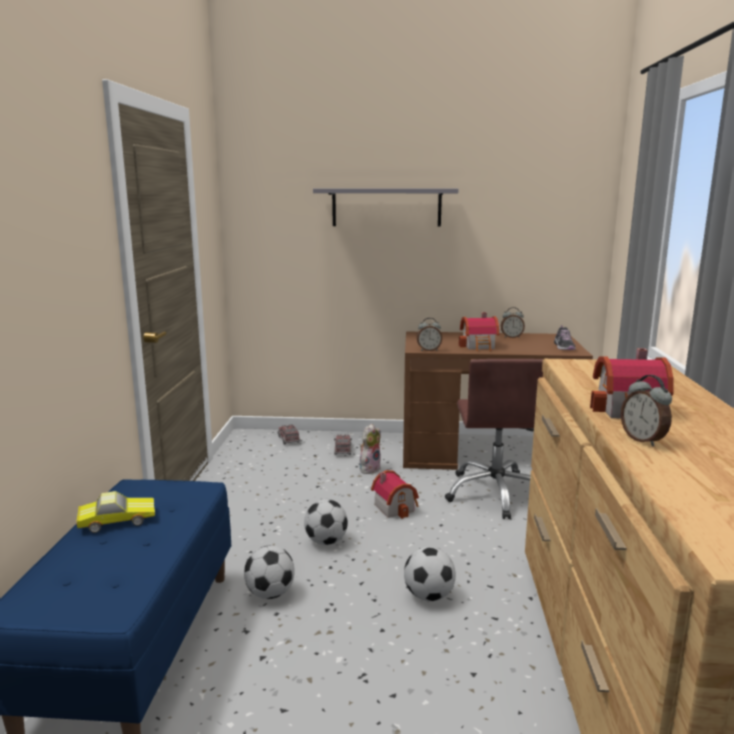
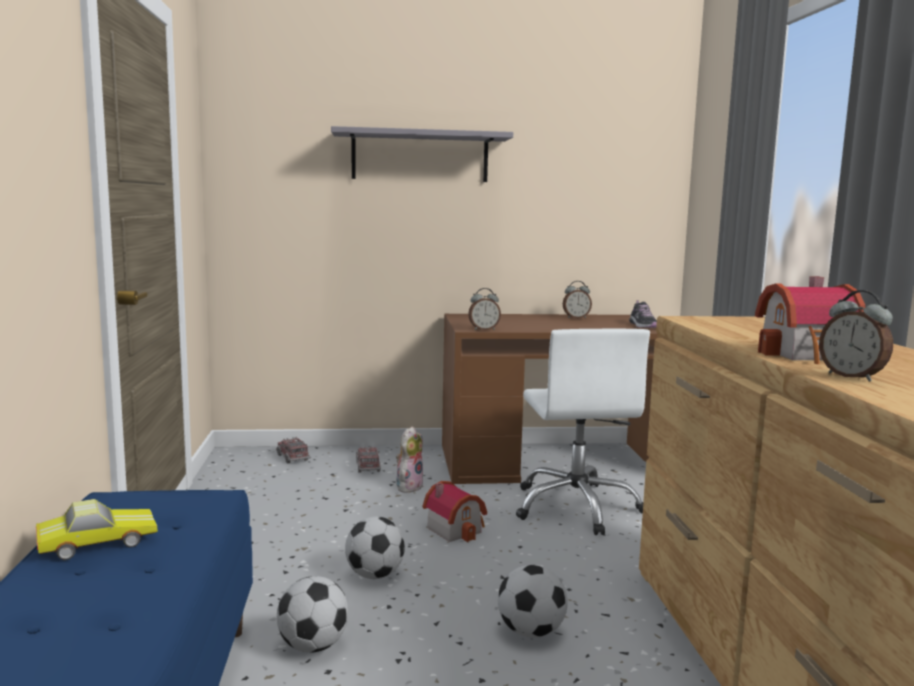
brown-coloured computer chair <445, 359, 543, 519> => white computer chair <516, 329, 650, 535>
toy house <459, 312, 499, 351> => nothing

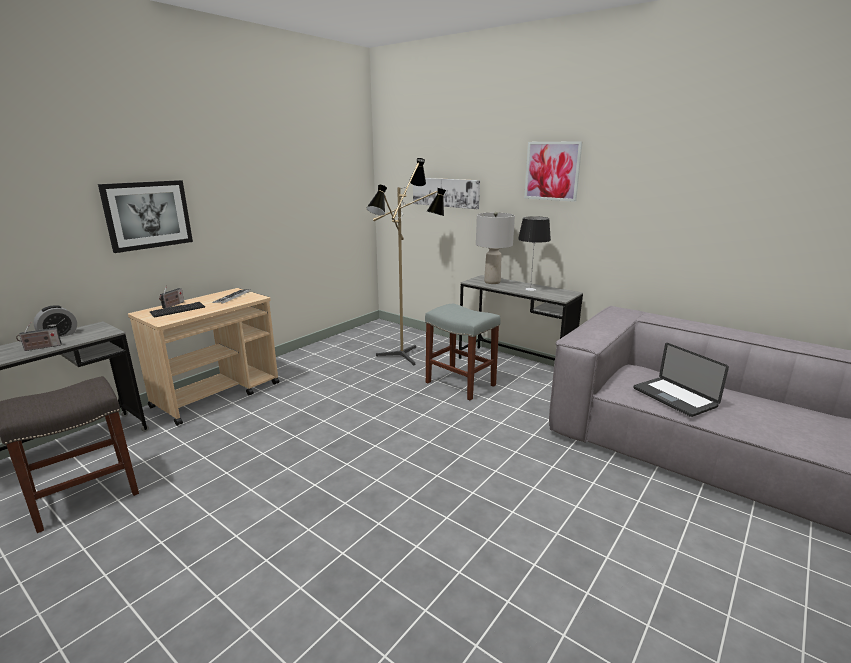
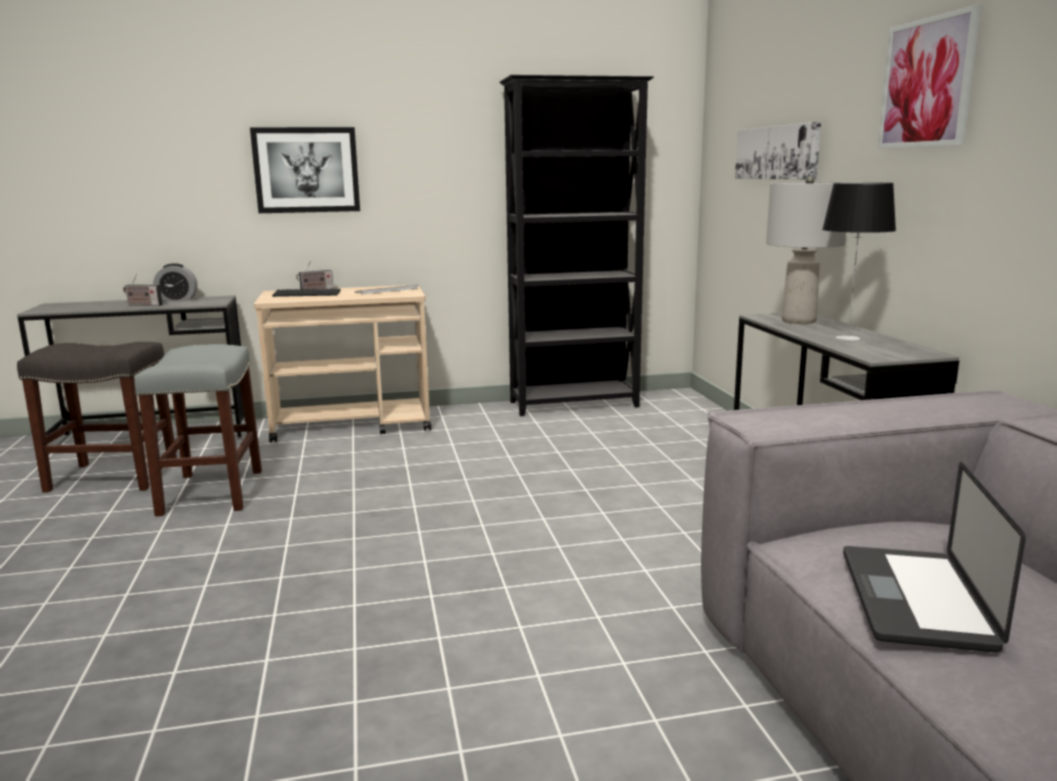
standing lamp <366, 158, 446, 366> => nothing
greyish stool seat <425, 304, 501, 400> => greyish stool seat <134, 344, 262, 516>, relocated
nothing => black bookshelf <499, 75, 654, 416>

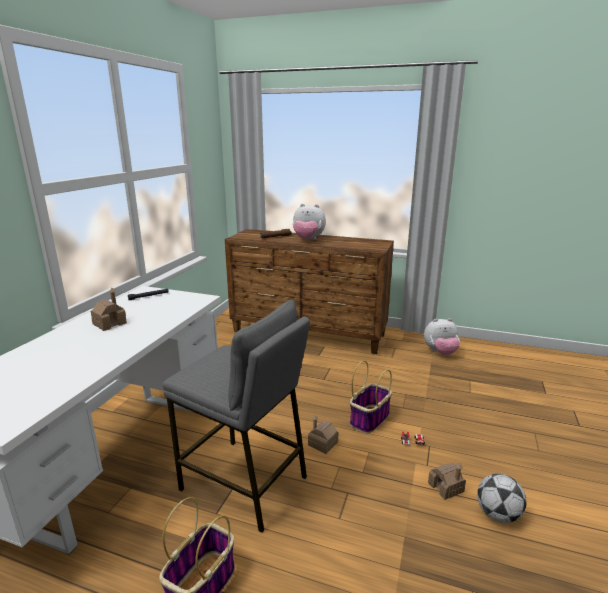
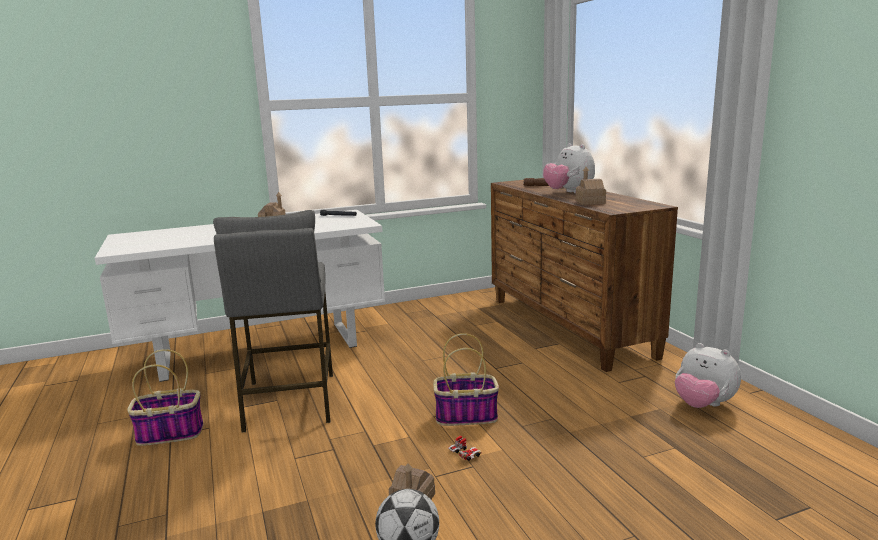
toy house <308, 415, 338, 454> => toy house <575, 167, 606, 205>, relocated

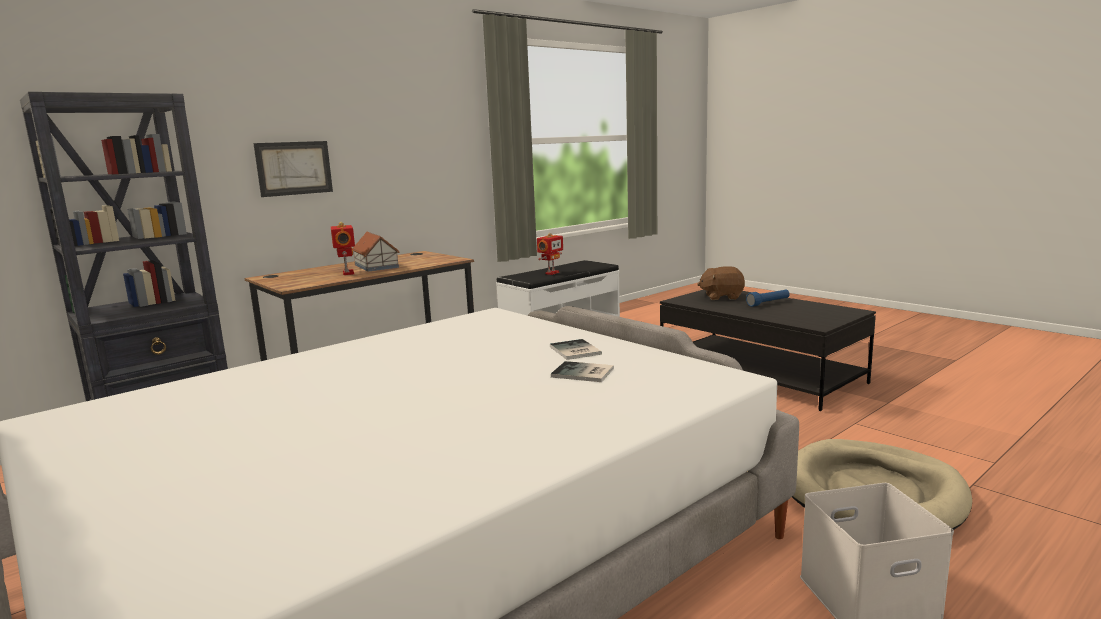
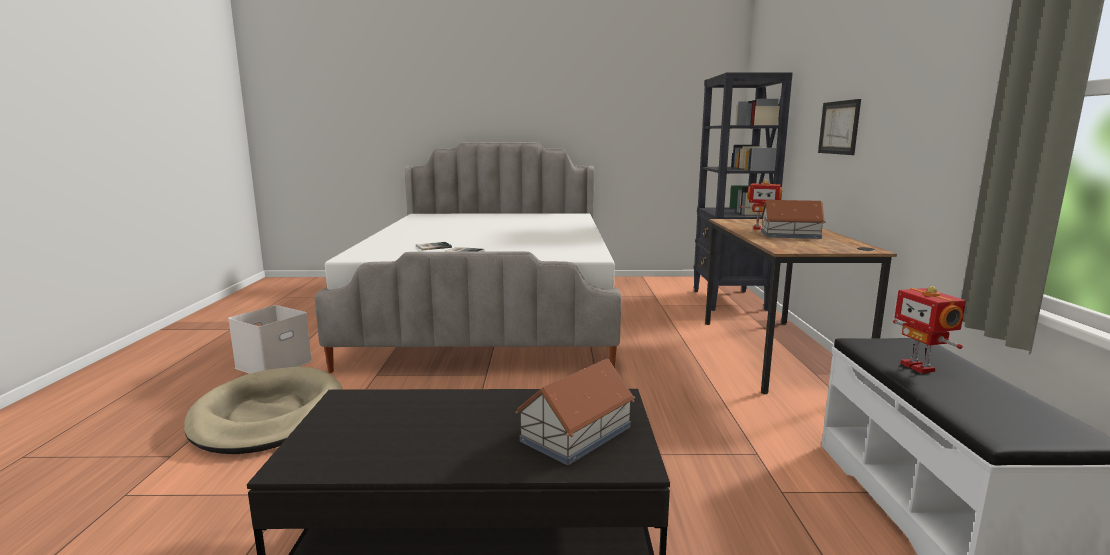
brown-coloured cuddly toy <697, 266, 745, 300> => toy house <515, 359, 635, 465>
blue hand torch <746, 290, 790, 307> => nothing

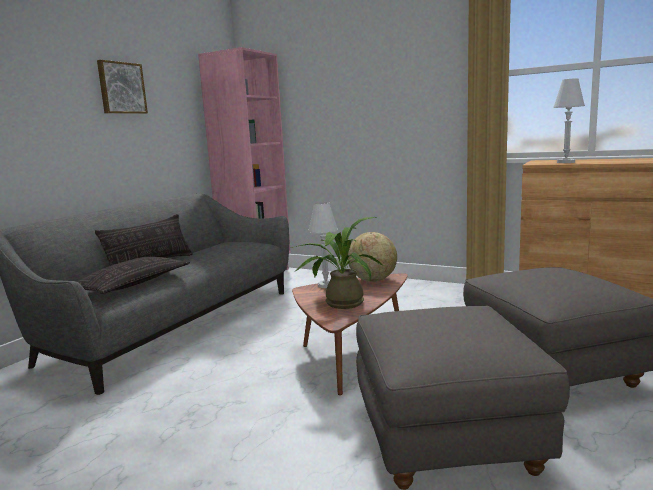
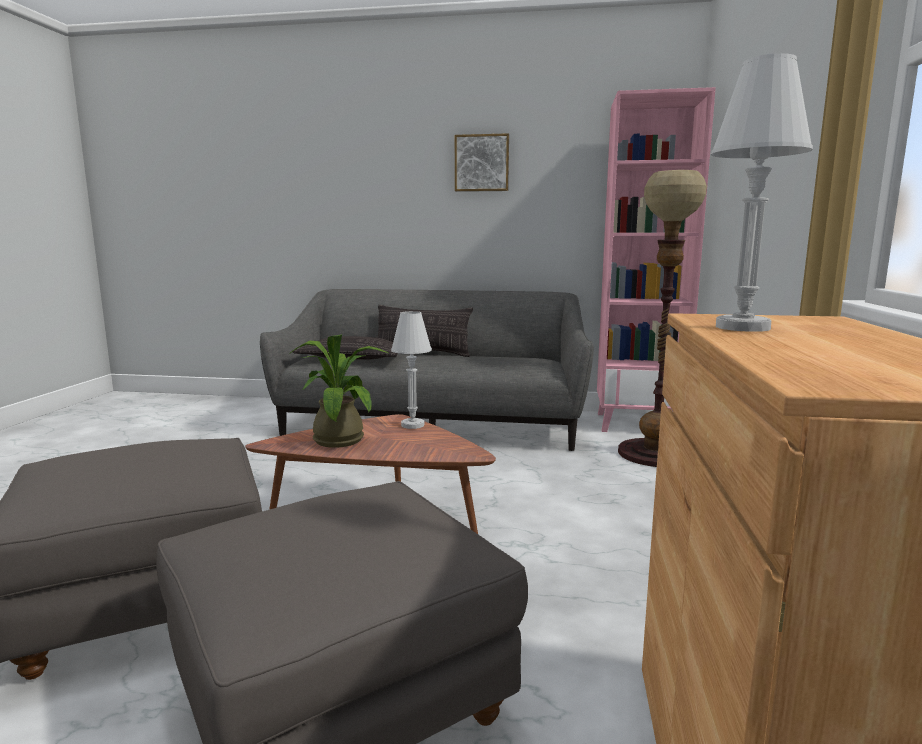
world globe <347, 232, 397, 282> => nothing
nothing => standing lamp <618, 170, 707, 467>

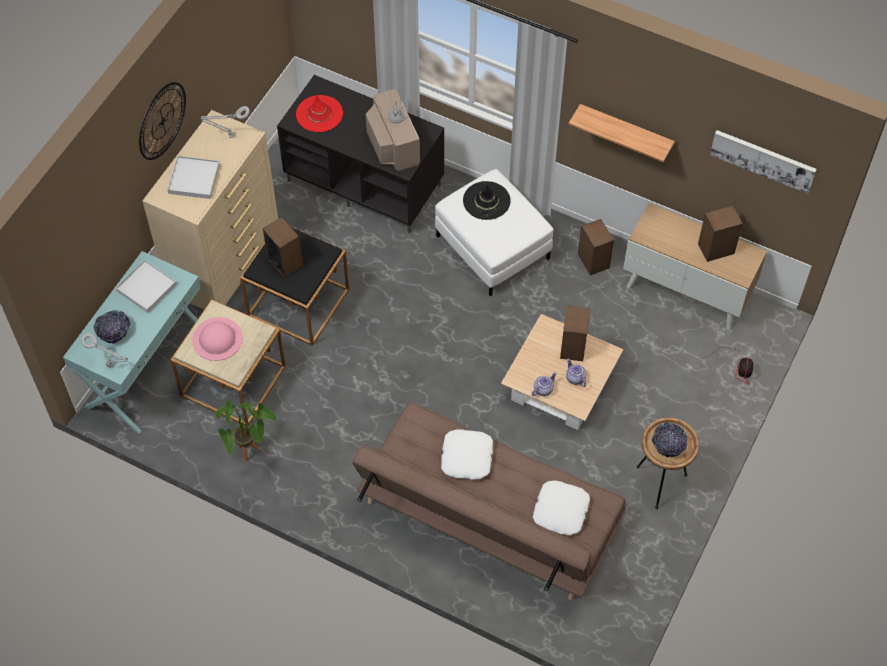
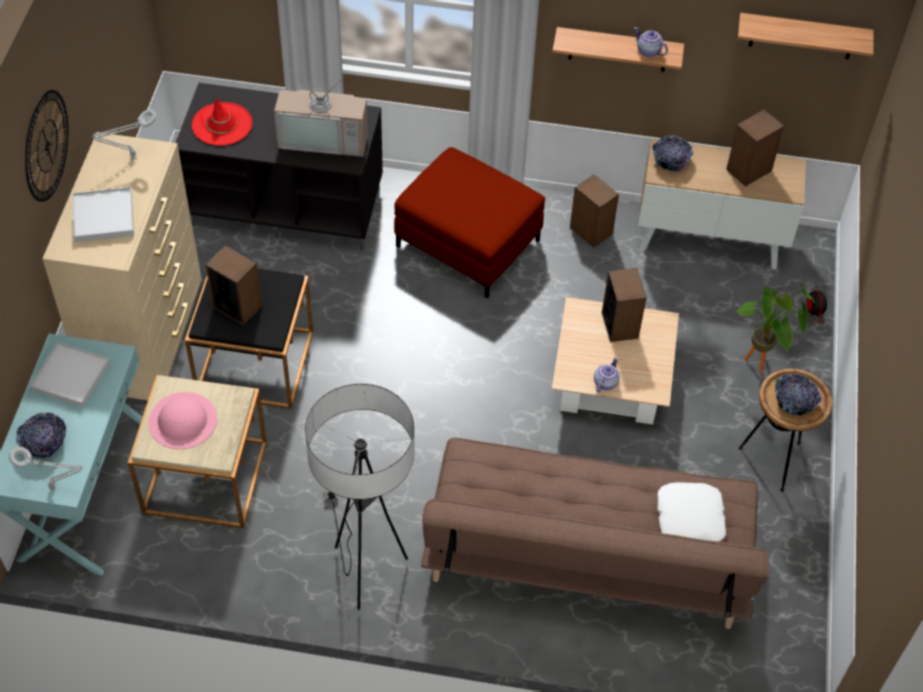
potted plant <215, 400, 277, 462> => potted plant <736, 283, 815, 373>, relocated
television <366, 78, 420, 171> => television <274, 68, 368, 157>, 135 degrees clockwise
white footrest <435, 169, 554, 296> => red-coloured footrest <394, 147, 545, 298>
white pillow <441, 430, 493, 480> => nothing
black hat <463, 181, 511, 220> => nothing
tea pot <566, 358, 586, 387> => tea pot <634, 27, 668, 57>, relocated
wall art <710, 130, 817, 194> => bracket shelf <738, 13, 874, 59>
nothing => standing lamp <305, 384, 414, 610>
nothing => serving bowl <652, 135, 693, 171>

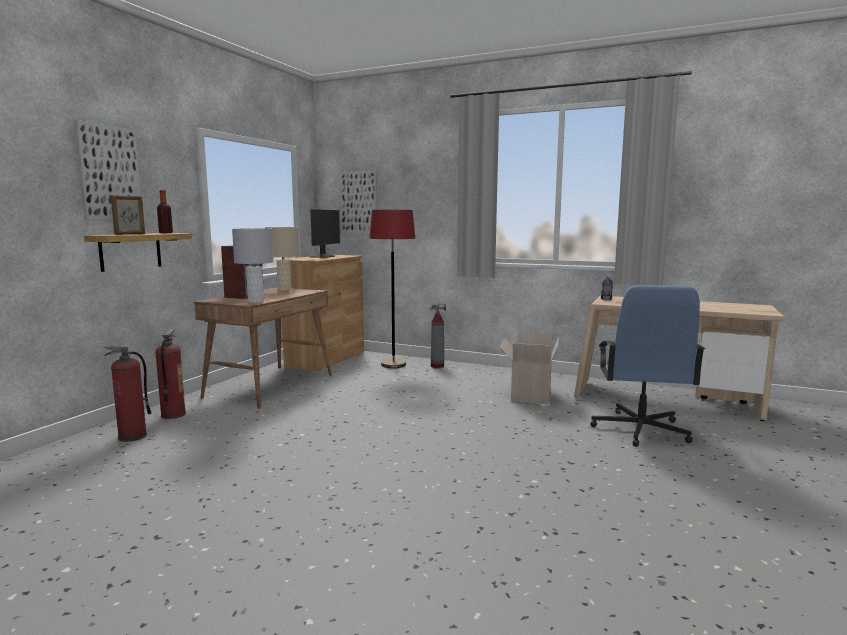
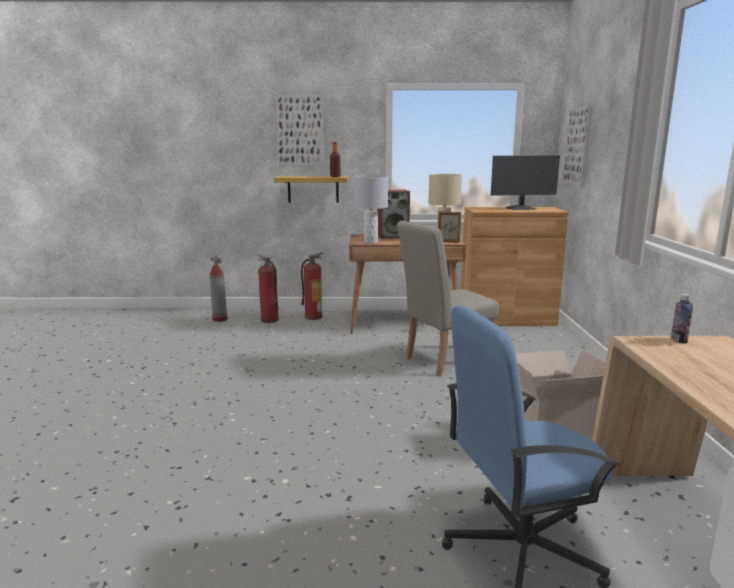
standing frame <111, 195, 145, 235> => standing frame <438, 211, 461, 243>, relocated
red-coloured standing lamp <369, 210, 415, 368> => nothing
fire extinguisher <430, 304, 446, 368> => fire extinguisher <210, 255, 227, 322>, relocated
nothing => sand-coloured chair <397, 221, 499, 377>

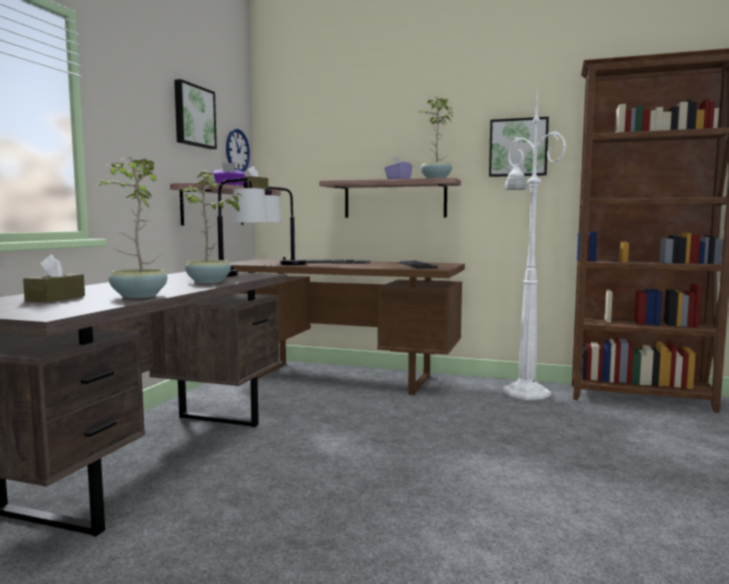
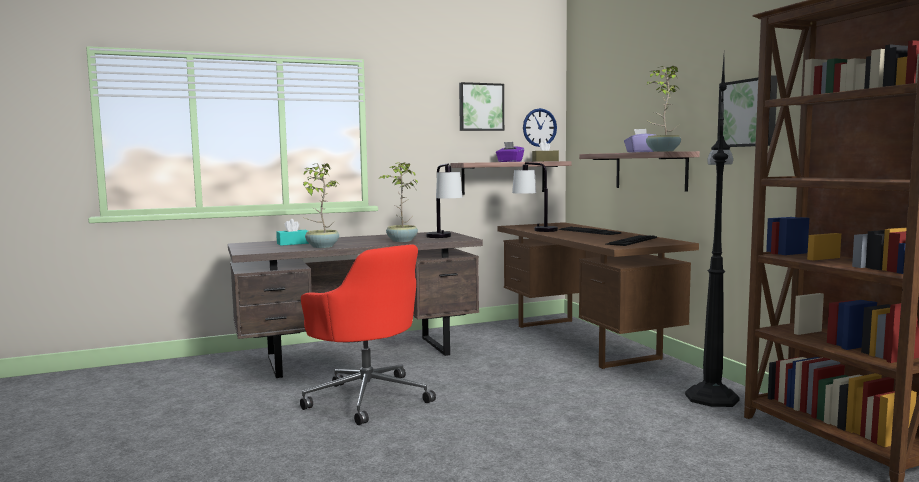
brown-coloured box of tissues <23, 254, 85, 302> => blue-green box of tissues <276, 219, 309, 246>
white standing lamp <503, 87, 566, 400> => black standing lamp <685, 57, 739, 407>
nothing => red-coloured computer chair <300, 244, 436, 425>

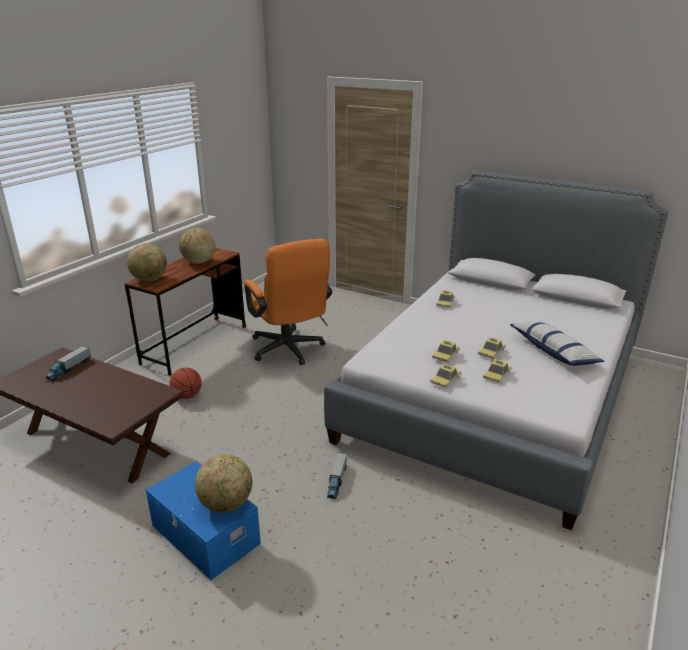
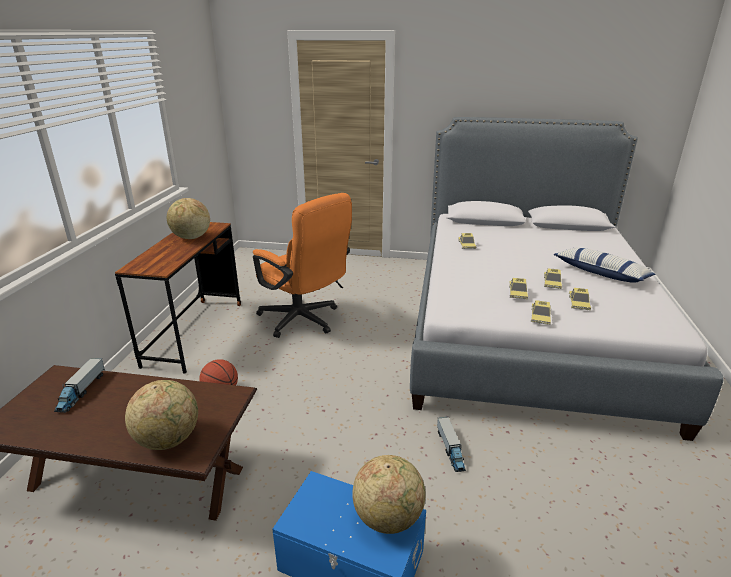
world globe <127, 243, 167, 282> => world globe <125, 380, 198, 450>, relocated

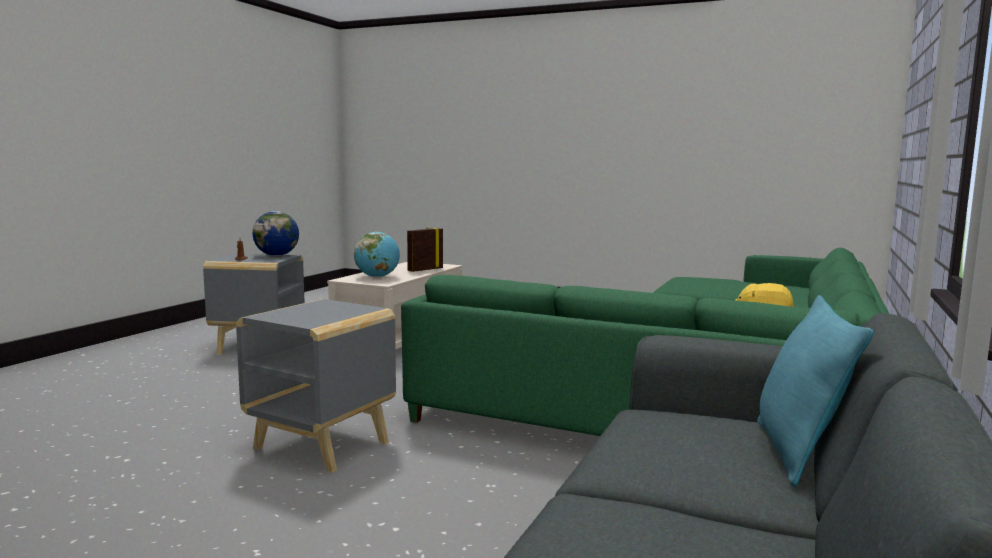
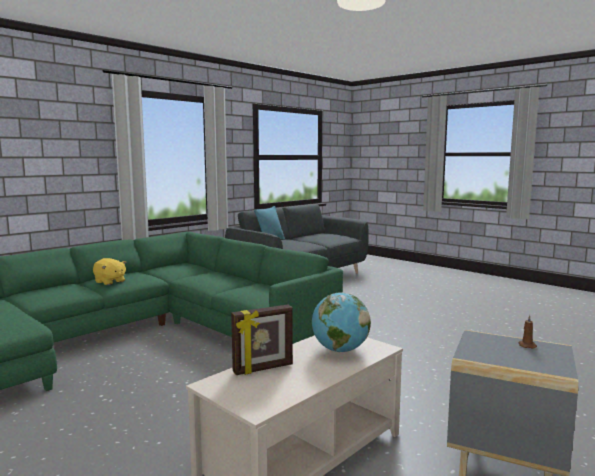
greyish side table <236, 299, 396, 473> => nothing
world globe <252, 211, 299, 256> => nothing

